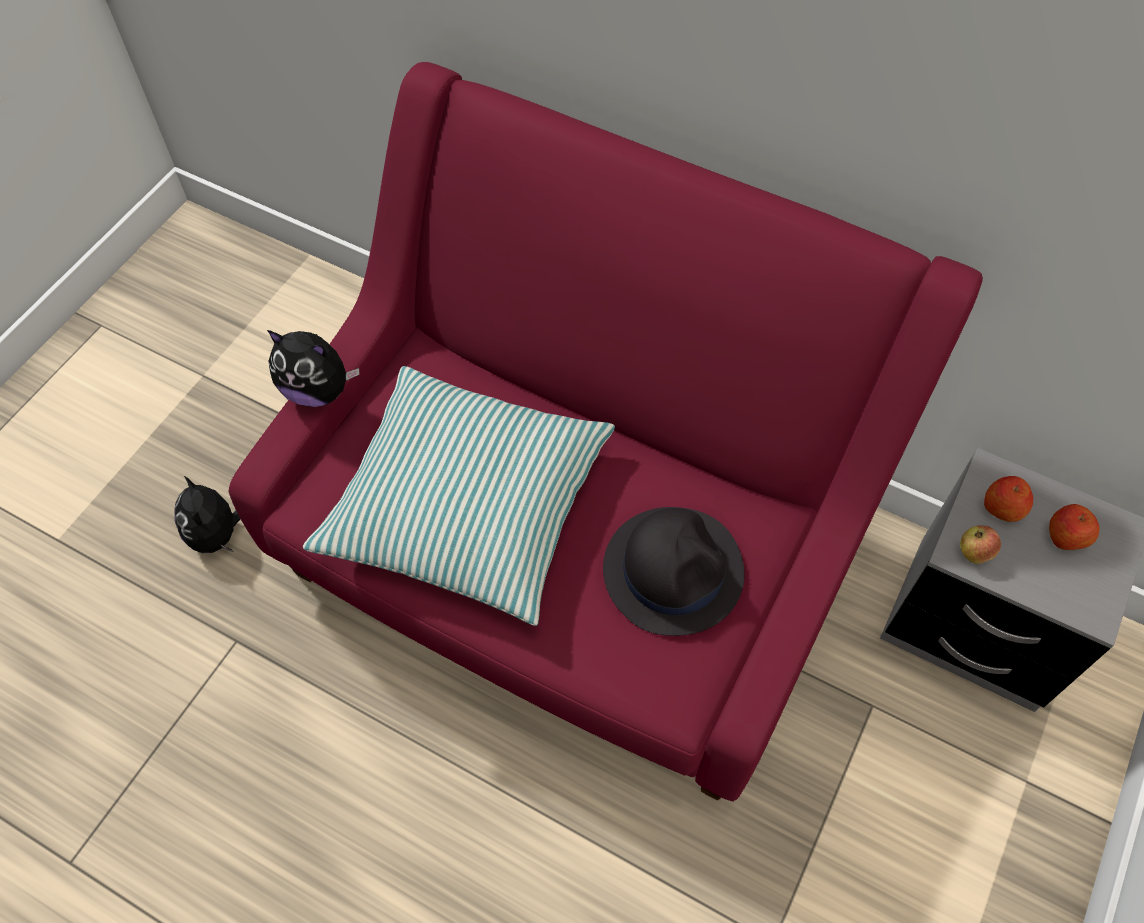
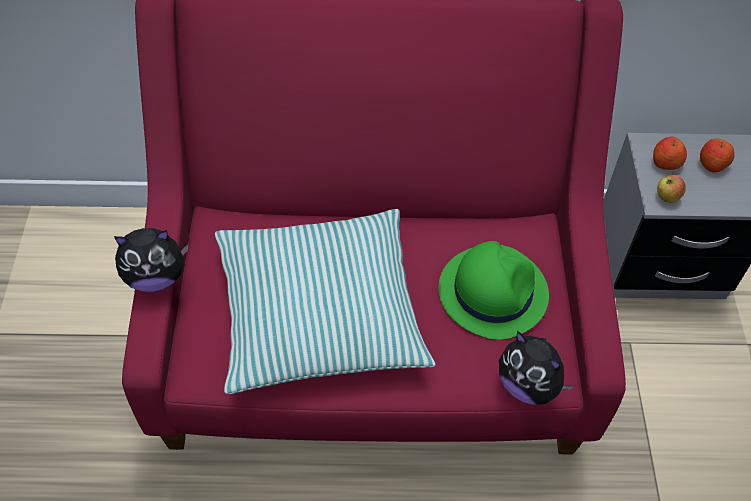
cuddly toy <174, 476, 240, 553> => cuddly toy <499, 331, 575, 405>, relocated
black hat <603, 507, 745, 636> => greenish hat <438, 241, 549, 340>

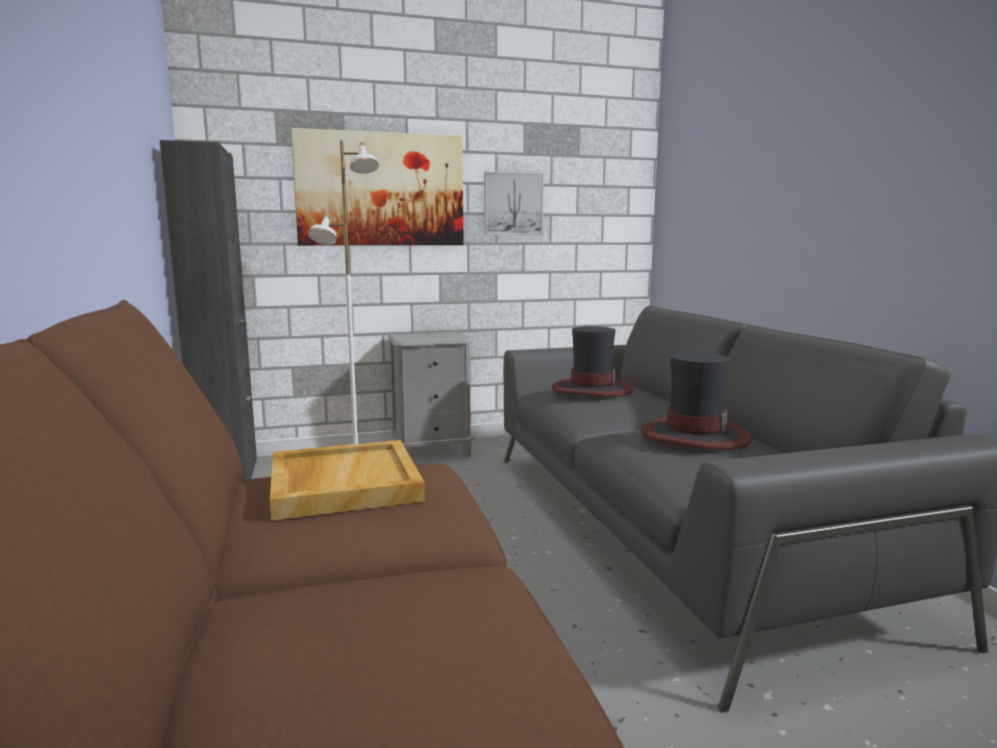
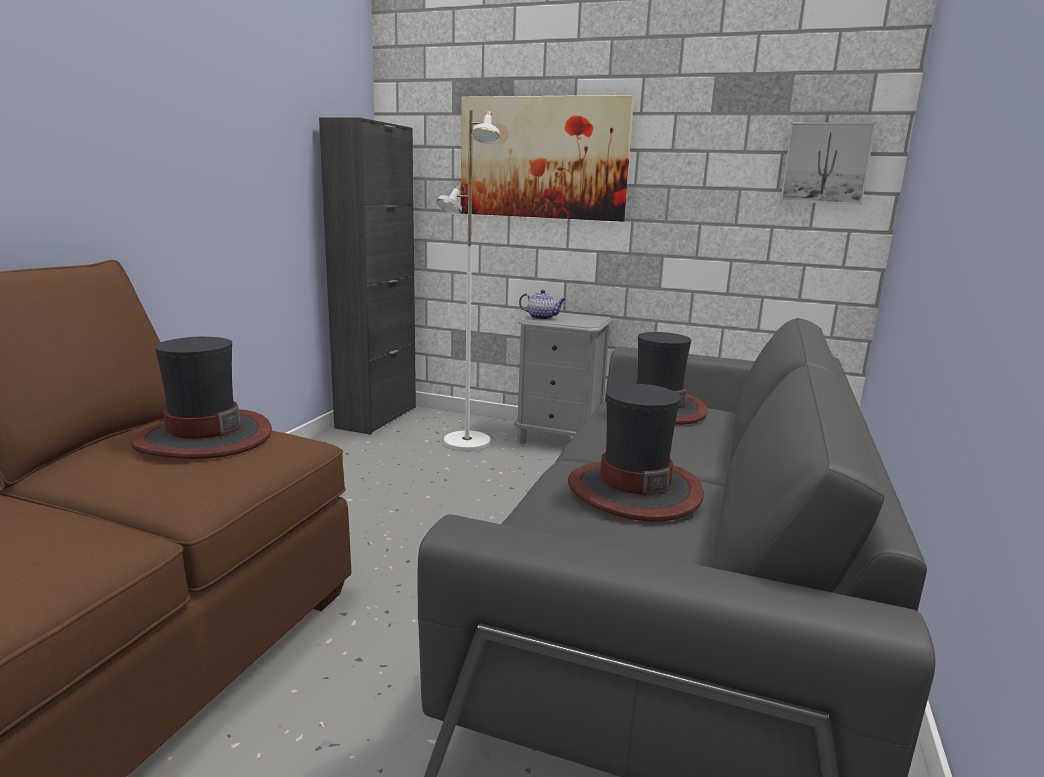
sand-coloured tray <270, 440, 425, 521> => hat <131, 337, 272, 459>
wall art <484, 171, 544, 234> => wall art <780, 122, 876, 204>, relocated
nothing => tea pot <519, 289, 566, 320>

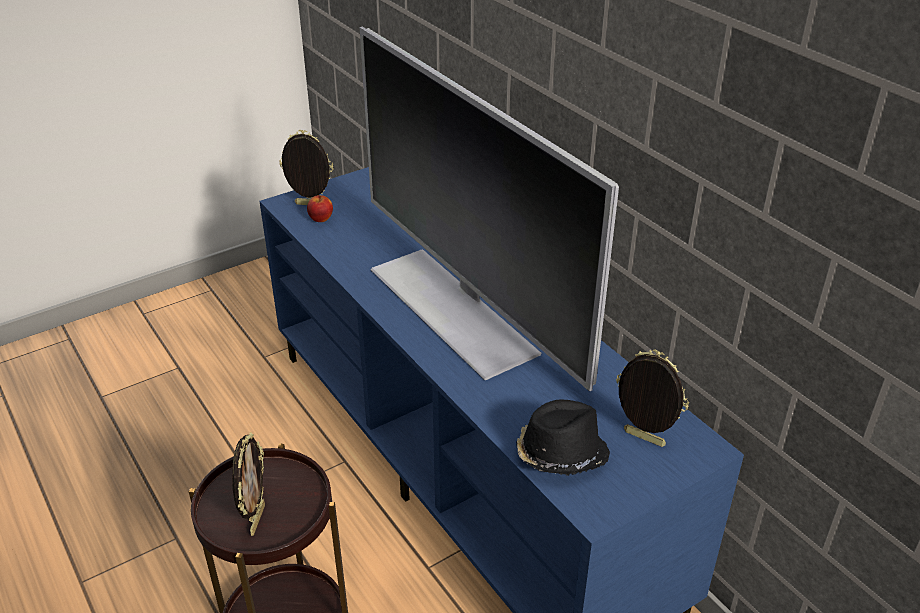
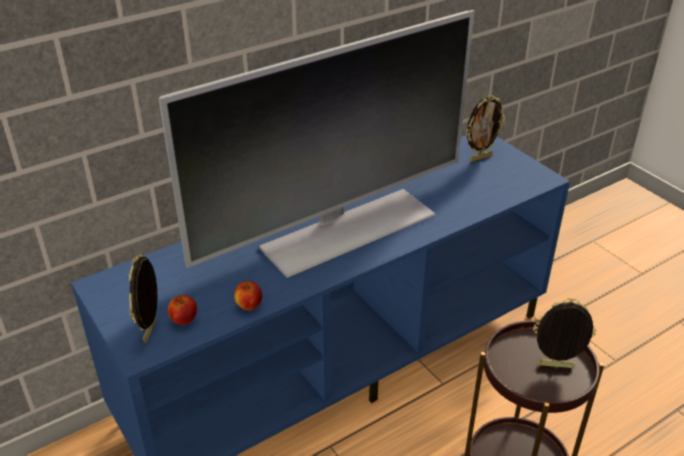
black hat <516, 399, 610, 476> => nothing
standing frame <616, 349, 689, 447> => standing frame <466, 95, 505, 162>, 150 degrees counterclockwise
nothing => whole apple <234, 281, 262, 310>

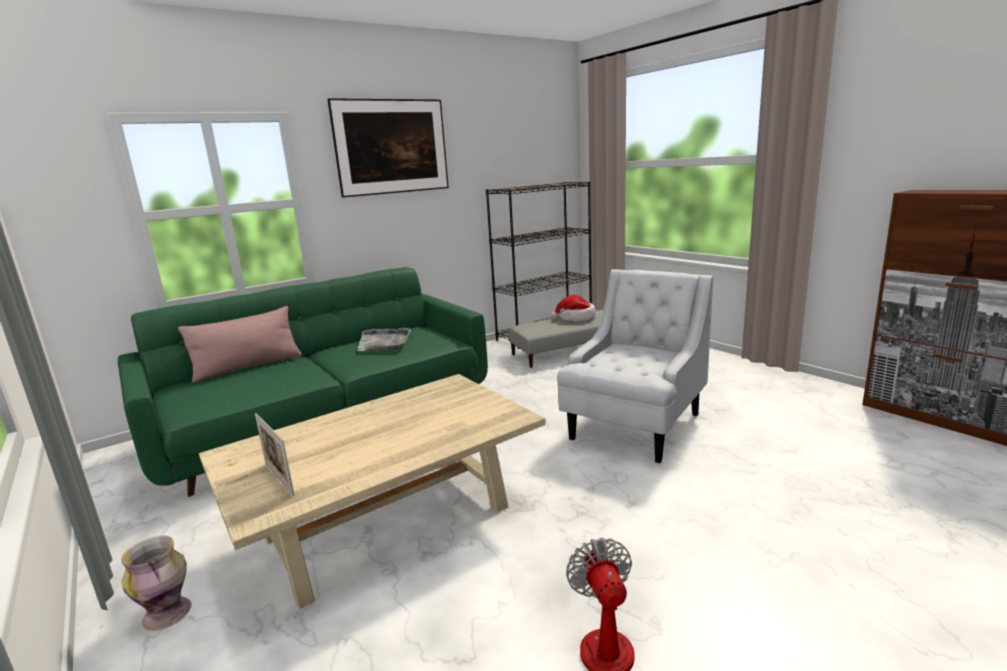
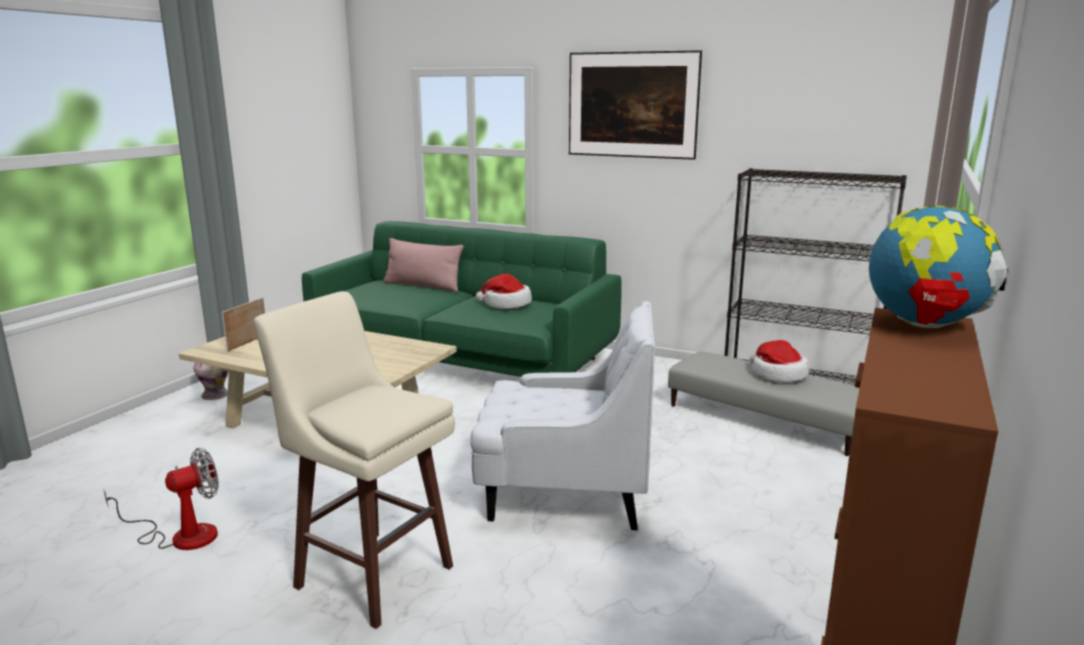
greyish tray <357, 327, 411, 351> => hat <476, 274, 532, 309>
nothing => sand-coloured stool seat <254, 291, 455, 629>
nothing => world globe <869, 205, 1008, 328>

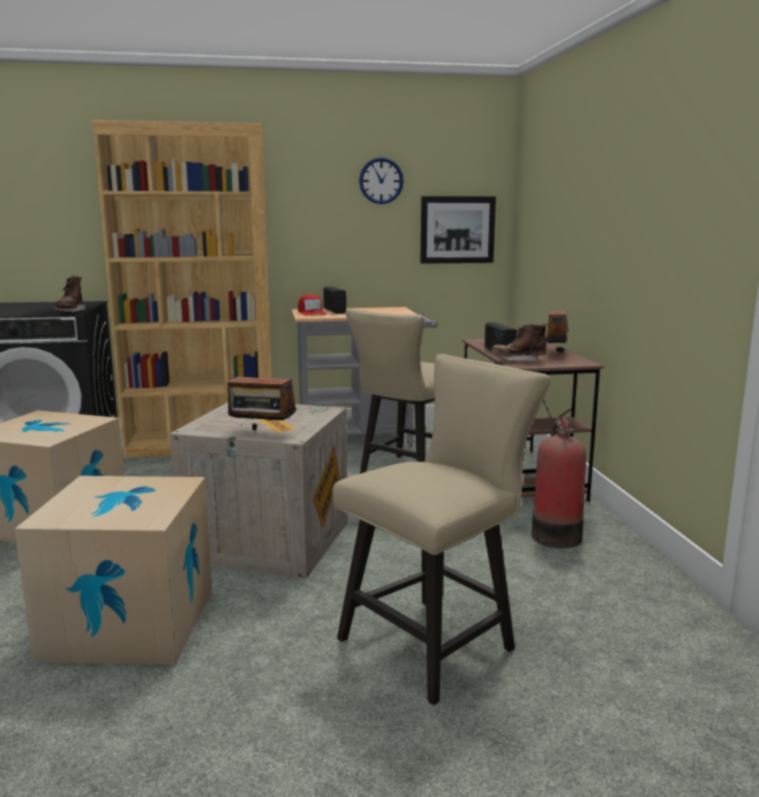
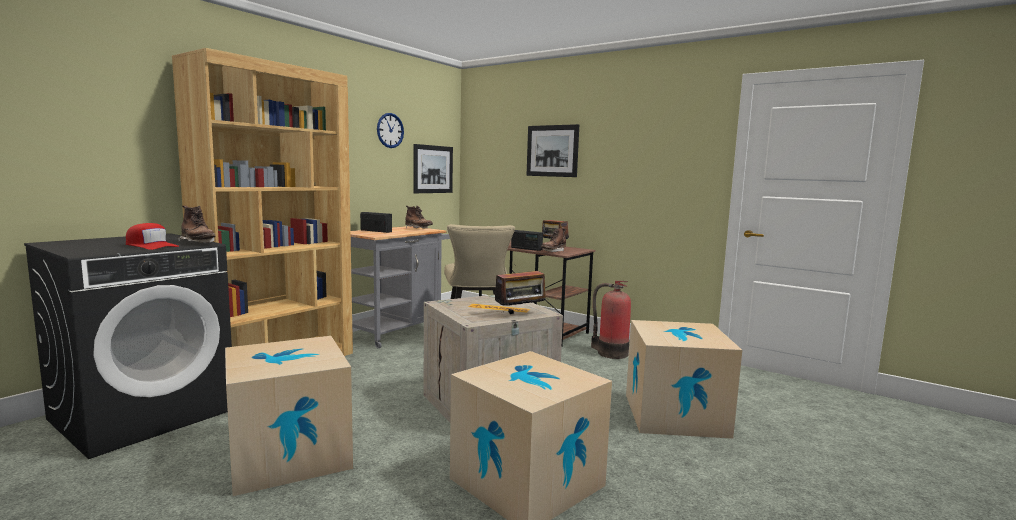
red-coloured peaked cap <298, 294, 327, 316> => red-coloured peaked cap <126, 223, 179, 250>, relocated
sand-coloured chair <332, 354, 551, 705> => cardboard box <626, 320, 742, 439>
nothing => brown-coloured boot <405, 206, 433, 229>
nothing => wall art <526, 124, 579, 177>

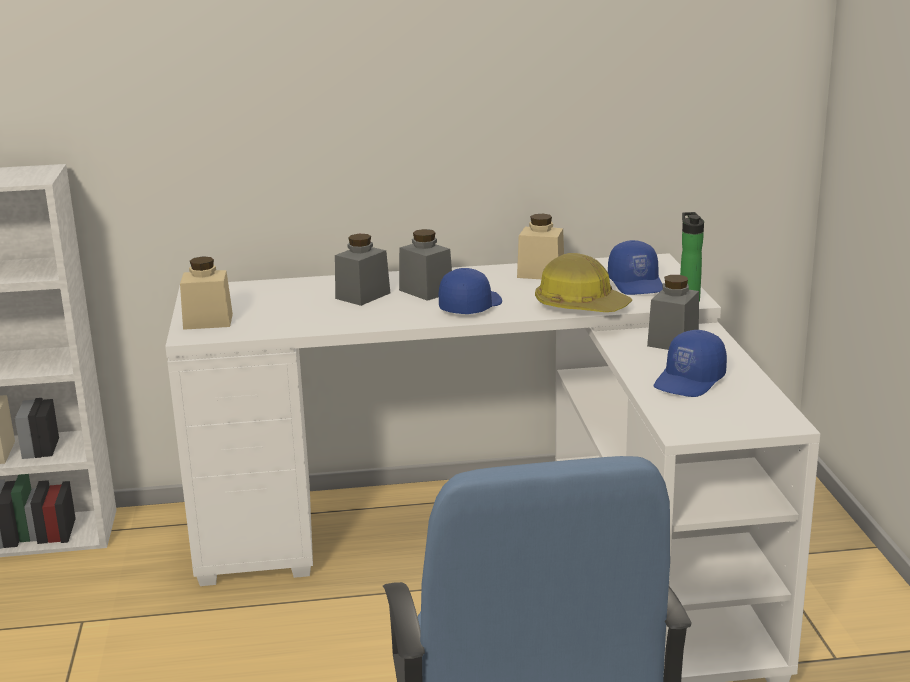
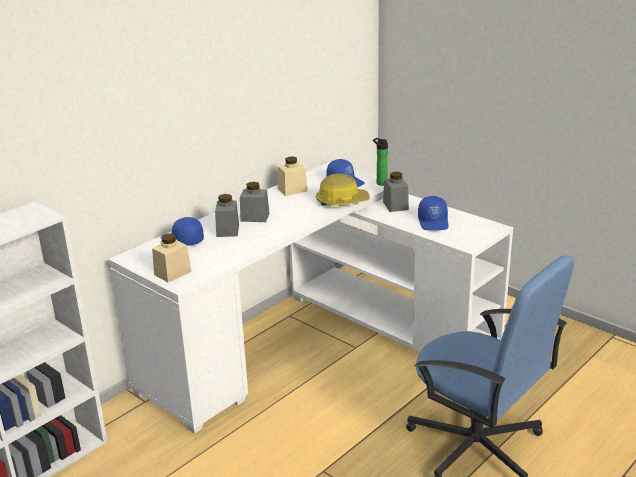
blue peaked cap <439, 268, 502, 314> => blue peaked cap <172, 217, 204, 246>, relocated

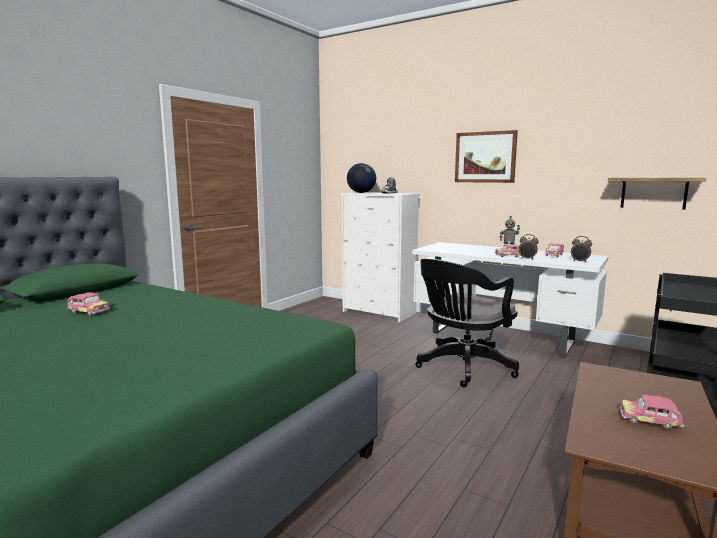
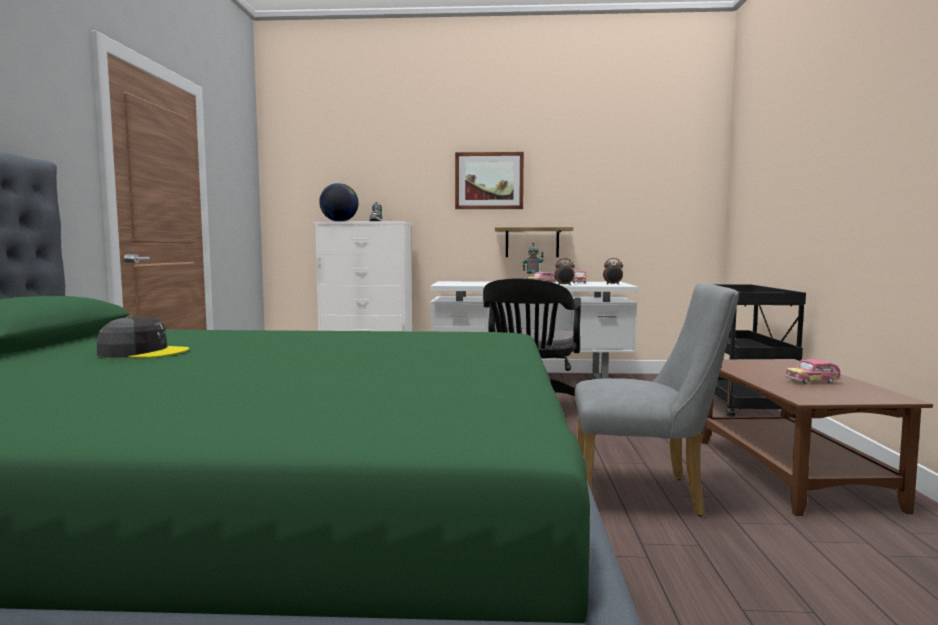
miniature car <67, 292, 110, 316> => greyish peaked cap <97, 316, 189, 358>
bracket shelf <608, 178, 706, 210> => bracket shelf <495, 227, 574, 257>, relocated
nothing => greyish chair <575, 283, 739, 517>

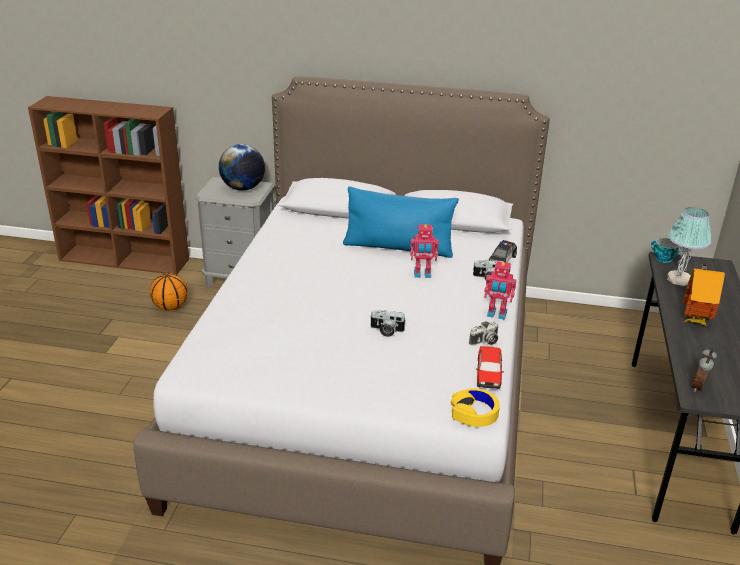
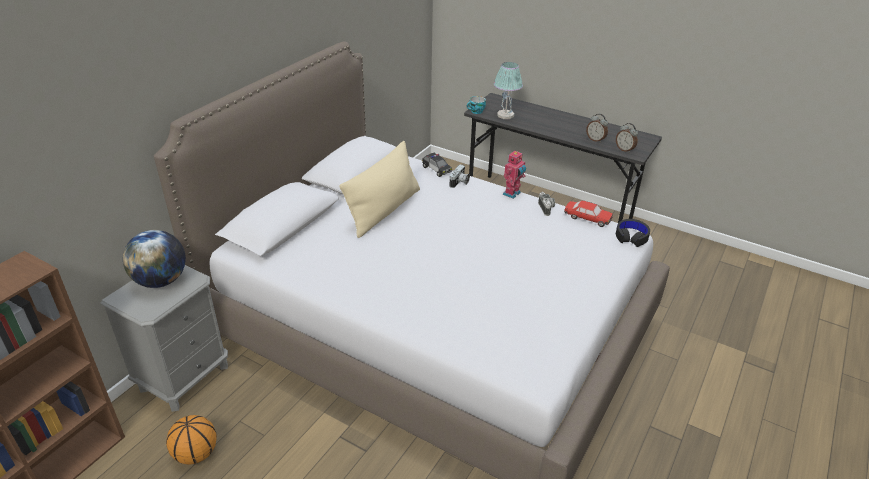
blue pillow <343, 186, 459, 258> => sand-coloured pillow <340, 141, 420, 238>
still camera <370, 310, 406, 337> => nothing
model robot <410, 224, 439, 278> => nothing
yellow-coloured headset <451, 389, 500, 427> => black headset <616, 219, 650, 247>
toy house <683, 264, 725, 326> => nothing
nothing => bedside clock <586, 114, 608, 143>

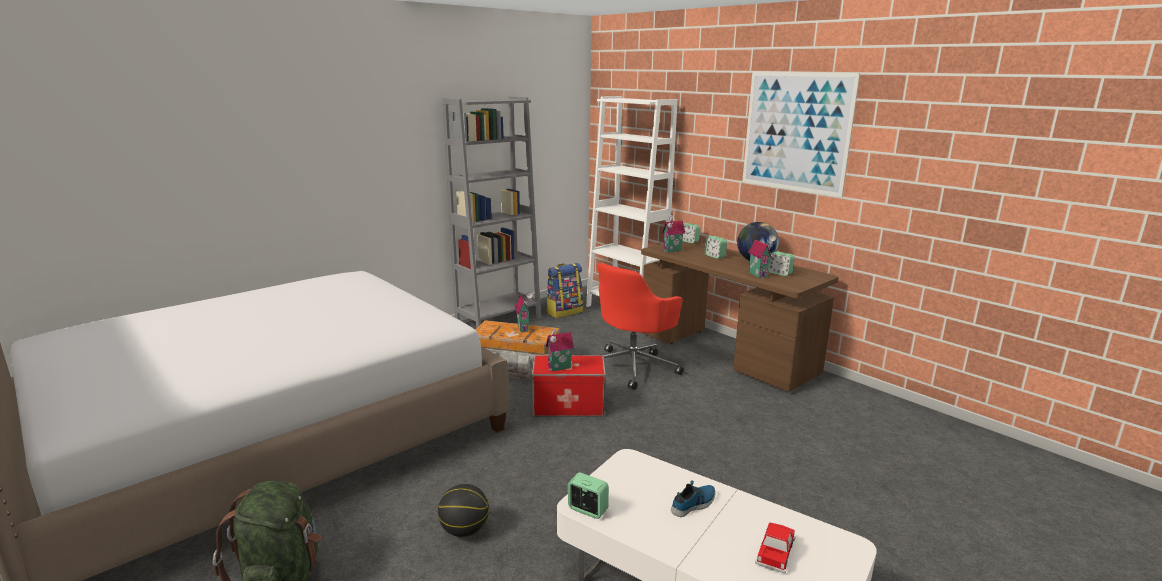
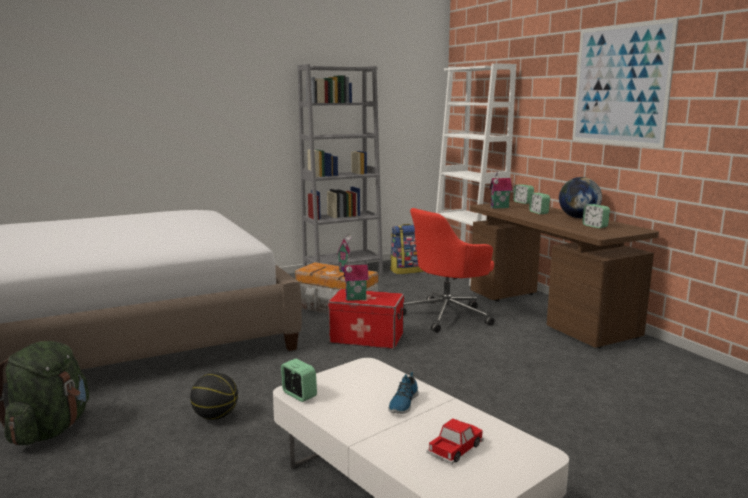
low shoe <671, 480, 716, 517> => low shoe <389, 372, 419, 414>, 135 degrees clockwise
toy house <748, 235, 776, 278> => nothing

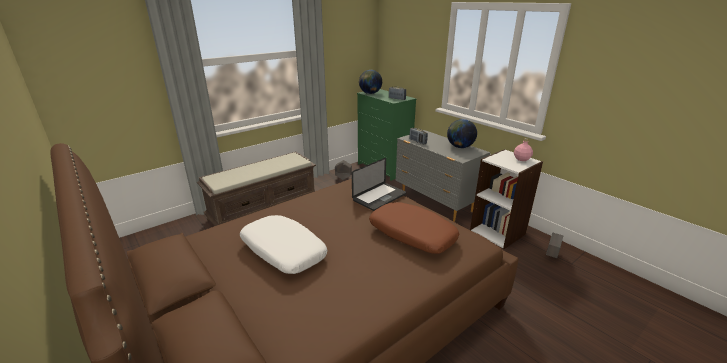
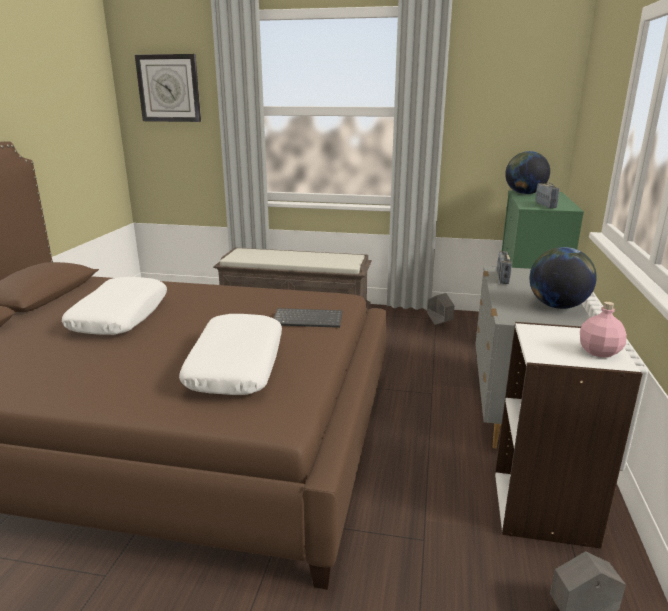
notebook computer <352, 158, 406, 211> => computer keyboard <274, 308, 342, 328>
brown-coloured pillow <369, 202, 459, 254> => white pillow <179, 314, 282, 395>
nothing => clock on the wall <135, 54, 201, 122>

